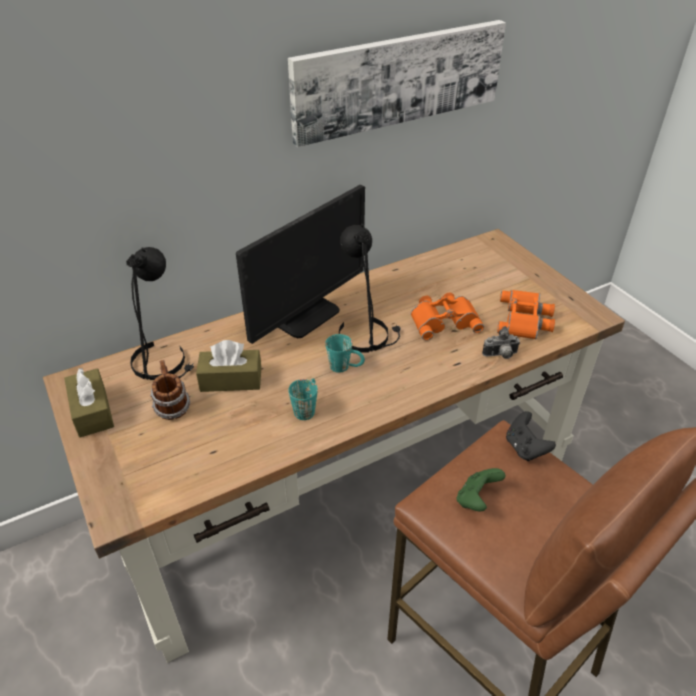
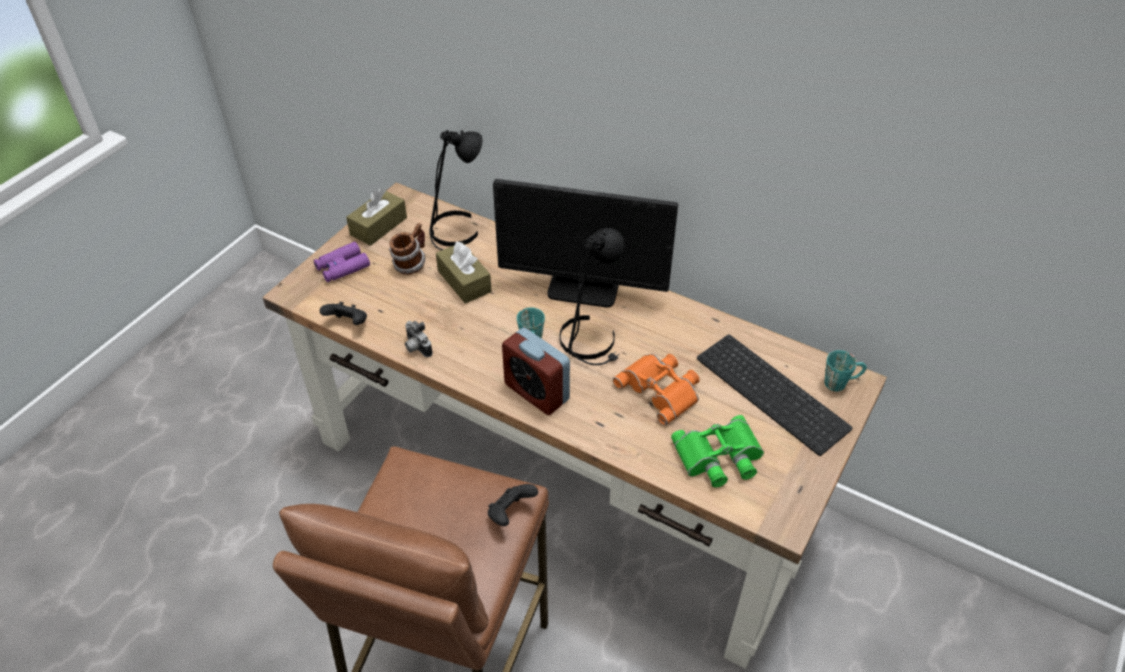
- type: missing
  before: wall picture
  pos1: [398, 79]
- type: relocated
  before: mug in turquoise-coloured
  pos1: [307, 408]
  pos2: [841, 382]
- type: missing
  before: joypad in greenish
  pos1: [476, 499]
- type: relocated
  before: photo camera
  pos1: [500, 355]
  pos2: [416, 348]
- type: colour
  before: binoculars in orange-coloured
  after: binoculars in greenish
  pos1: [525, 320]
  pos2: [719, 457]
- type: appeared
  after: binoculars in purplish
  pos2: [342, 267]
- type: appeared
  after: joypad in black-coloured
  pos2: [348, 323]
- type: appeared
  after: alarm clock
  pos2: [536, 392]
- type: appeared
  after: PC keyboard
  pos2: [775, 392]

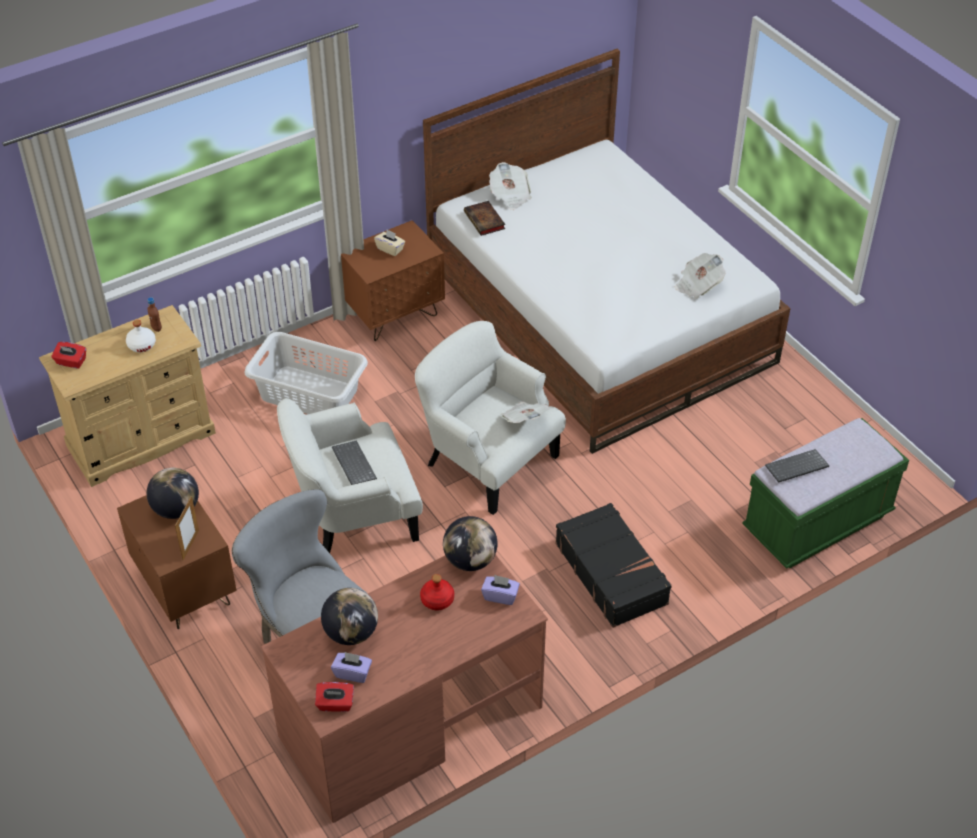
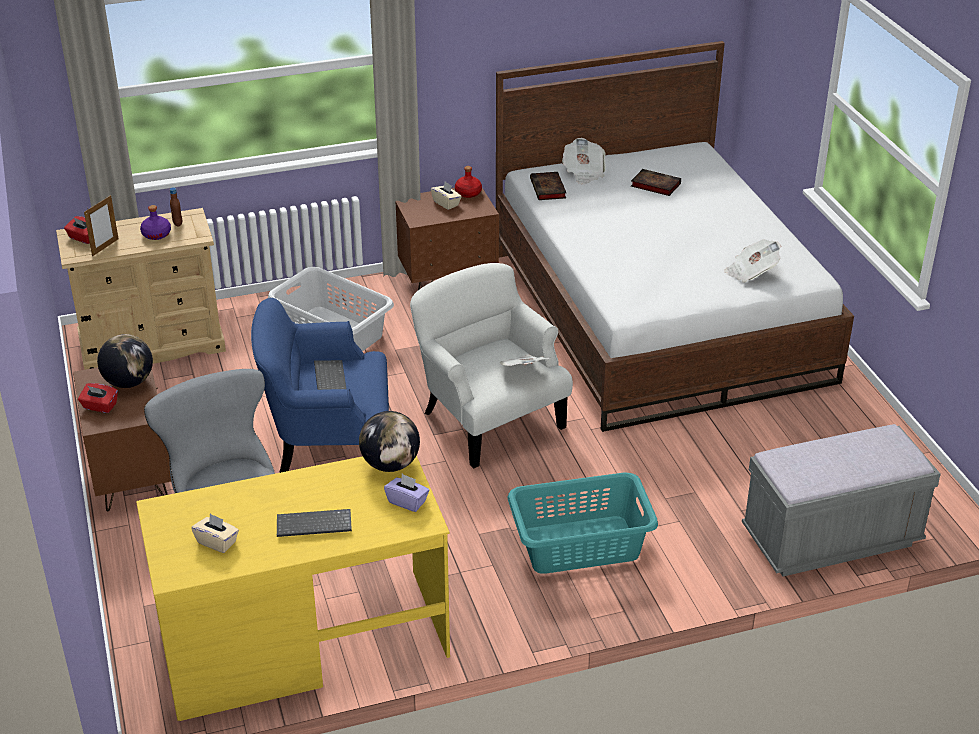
- type: colour
  before: beverage bottle in white-coloured
  after: beverage bottle in purplish
  pos1: [141, 345]
  pos2: [156, 234]
- type: relocated
  before: standing frame
  pos1: [190, 545]
  pos2: [105, 247]
- type: colour
  before: desk in brown-coloured
  after: desk in yellowish
  pos1: [410, 721]
  pos2: [302, 641]
- type: colour
  before: lounge chair in white-coloured
  after: lounge chair in bluish
  pos1: [353, 515]
  pos2: [328, 443]
- type: relocated
  before: box of tissues in red-coloured
  pos1: [335, 704]
  pos2: [99, 406]
- type: missing
  before: world globe
  pos1: [351, 633]
- type: colour
  before: box of tissues in purplish
  after: box of tissues in beige
  pos1: [352, 673]
  pos2: [217, 542]
- type: relocated
  before: beverage bottle in red-coloured
  pos1: [437, 600]
  pos2: [468, 193]
- type: exchanged
  before: travel case in black-coloured
  after: laundry basket in turquoise-coloured
  pos1: [611, 573]
  pos2: [579, 544]
- type: colour
  before: indoor bench in greenish
  after: indoor bench in grey
  pos1: [817, 523]
  pos2: [831, 539]
- type: relocated
  before: PC keyboard
  pos1: [796, 468]
  pos2: [313, 526]
- type: appeared
  after: book
  pos2: [654, 185]

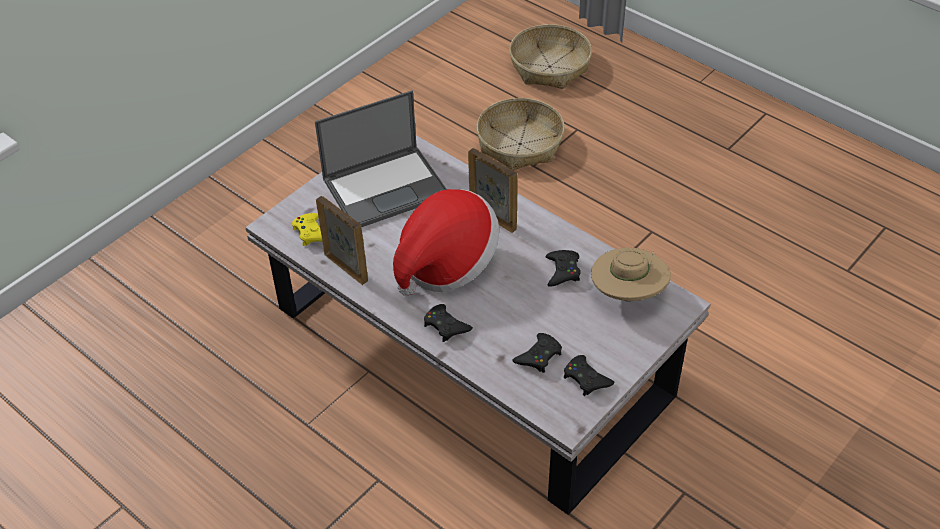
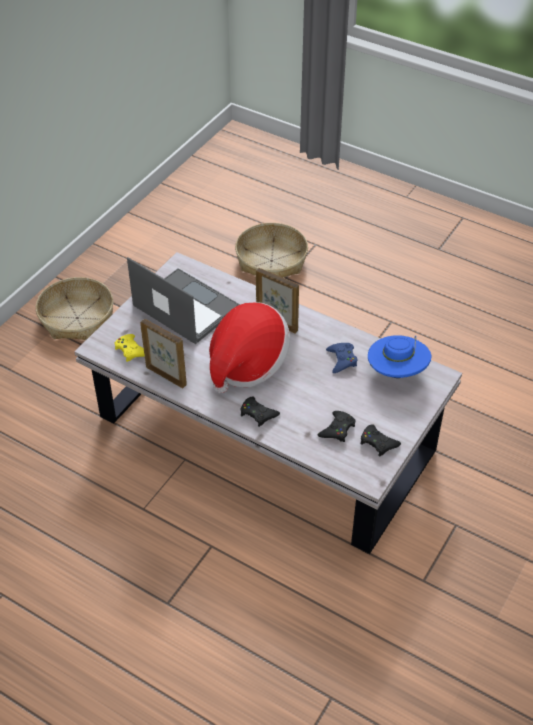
- type: spun
  before: laptop
  pos1: [386, 187]
  pos2: [185, 306]
  turn: -105
- type: relocated
  before: storage basket
  pos1: [550, 67]
  pos2: [77, 318]
- type: colour
  before: joypad in black-coloured
  after: joypad in bluish
  pos1: [562, 271]
  pos2: [342, 360]
- type: colour
  before: wearable hat in beige
  after: wearable hat in bluish
  pos1: [628, 293]
  pos2: [397, 372]

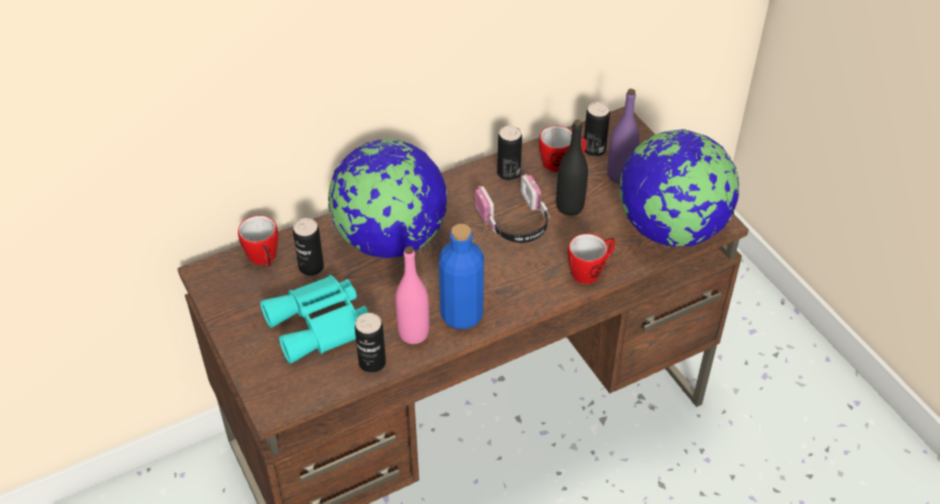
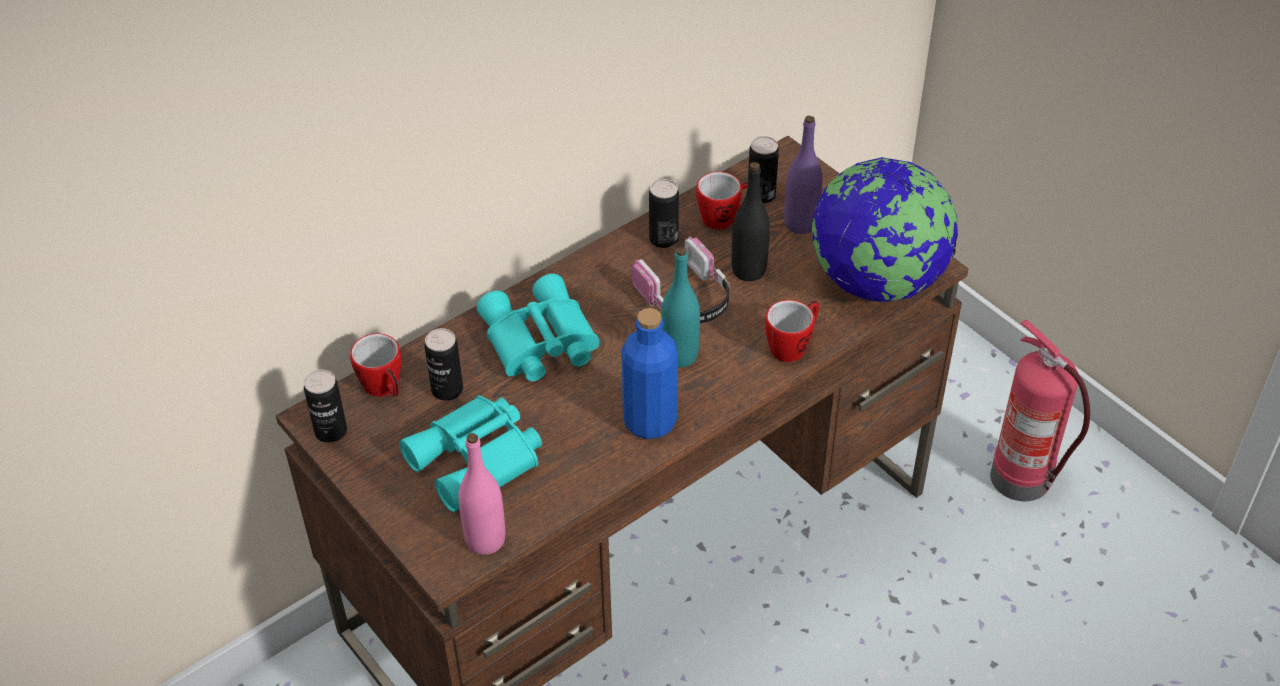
- type: exchanged
  before: world globe
  after: binoculars in turquoise-coloured
  pos1: [390, 240]
  pos2: [538, 342]
- type: relocated
  before: sealed can
  pos1: [372, 363]
  pos2: [331, 431]
- type: relocated
  before: beverage bottle in pink-coloured
  pos1: [413, 333]
  pos2: [485, 540]
- type: appeared
  after: beverage bottle in turquoise-coloured
  pos2: [679, 355]
- type: appeared
  after: fire extinguisher
  pos2: [1023, 479]

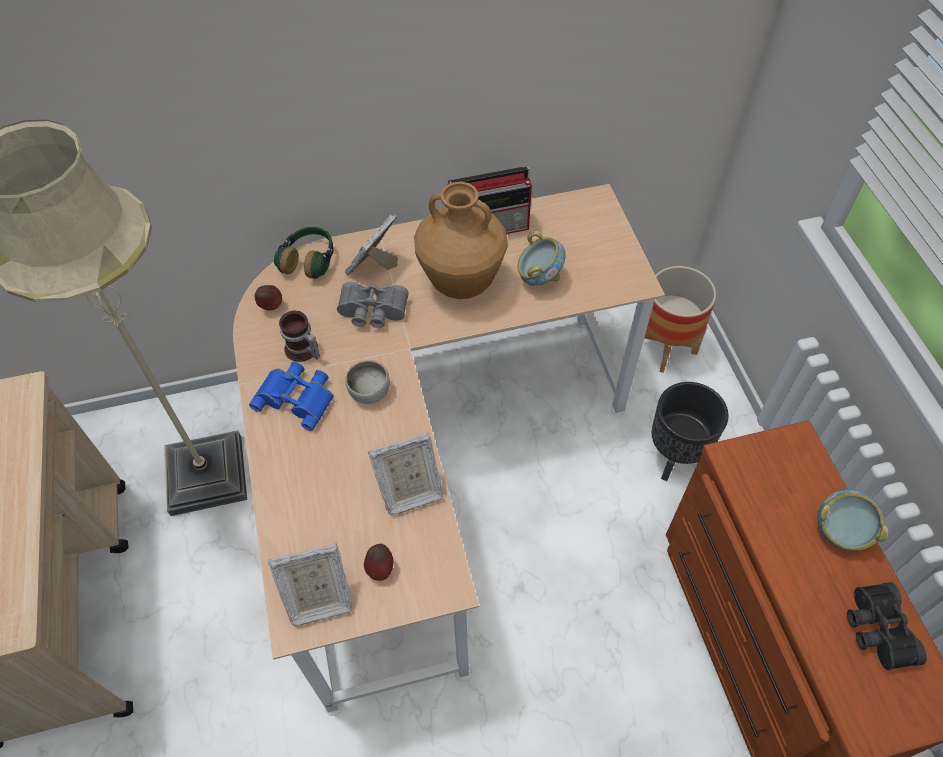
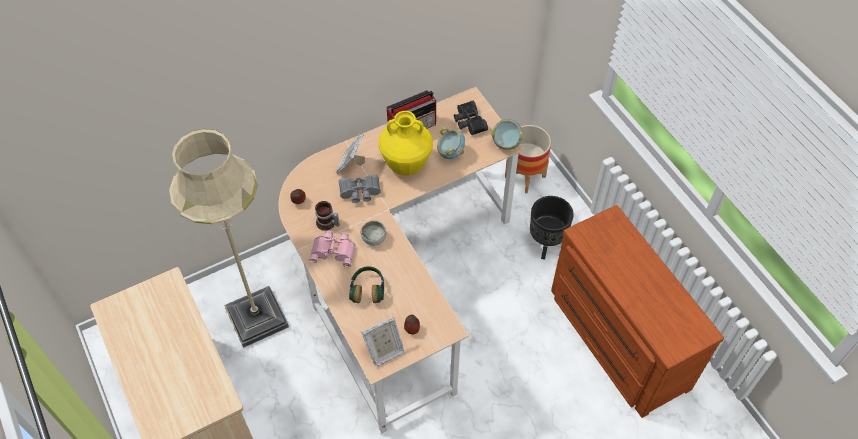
- type: colour
  before: binoculars in bluish
  after: binoculars in pink-coloured
  pos1: [297, 397]
  pos2: [334, 250]
- type: relocated
  before: pair of headphones
  pos1: [309, 260]
  pos2: [368, 289]
- type: missing
  before: standing frame
  pos1: [409, 491]
- type: colour
  before: vase in brown-coloured
  after: vase in yellowish
  pos1: [462, 283]
  pos2: [406, 165]
- type: relocated
  before: deep dish
  pos1: [840, 532]
  pos2: [506, 143]
- type: relocated
  before: binoculars in black-coloured
  pos1: [875, 630]
  pos2: [468, 122]

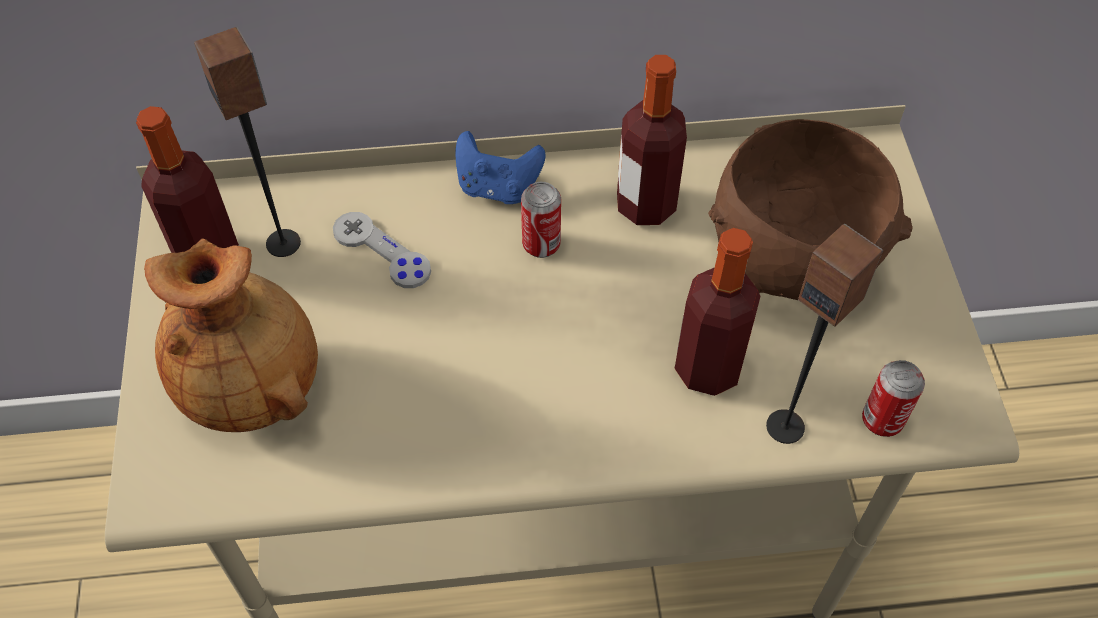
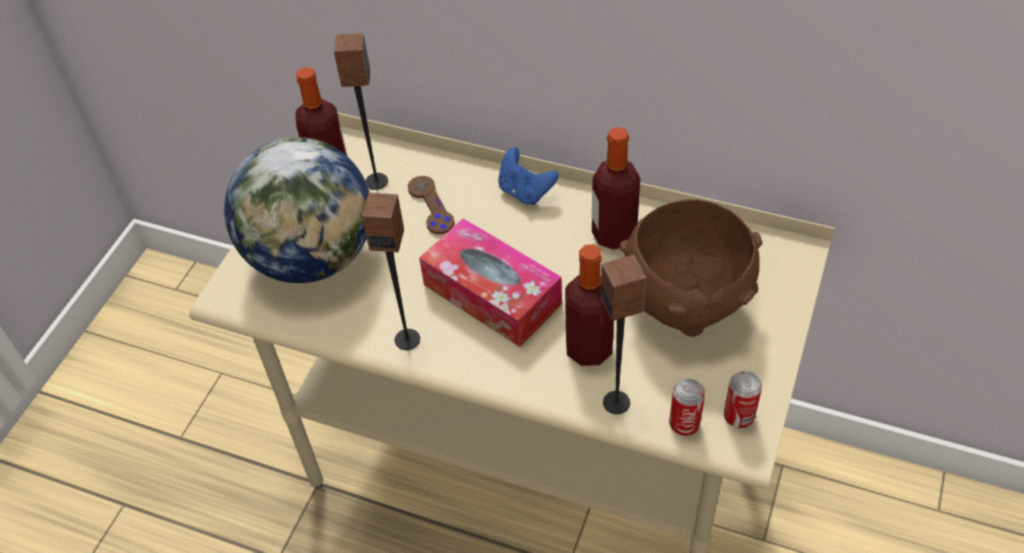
- type: exchanged
  before: vase in brown-coloured
  after: world globe
  pos1: [254, 386]
  pos2: [313, 257]
- type: colour
  before: joypad in grey
  after: joypad in brown-coloured
  pos1: [382, 251]
  pos2: [431, 206]
- type: relocated
  before: sealed can
  pos1: [541, 244]
  pos2: [738, 416]
- type: appeared
  after: loudspeaker
  pos2: [407, 339]
- type: appeared
  after: box of tissues
  pos2: [492, 294]

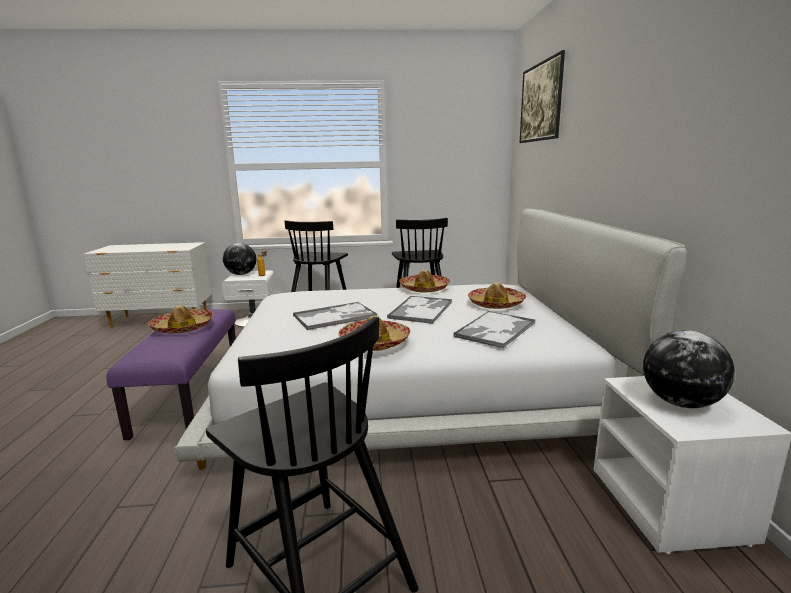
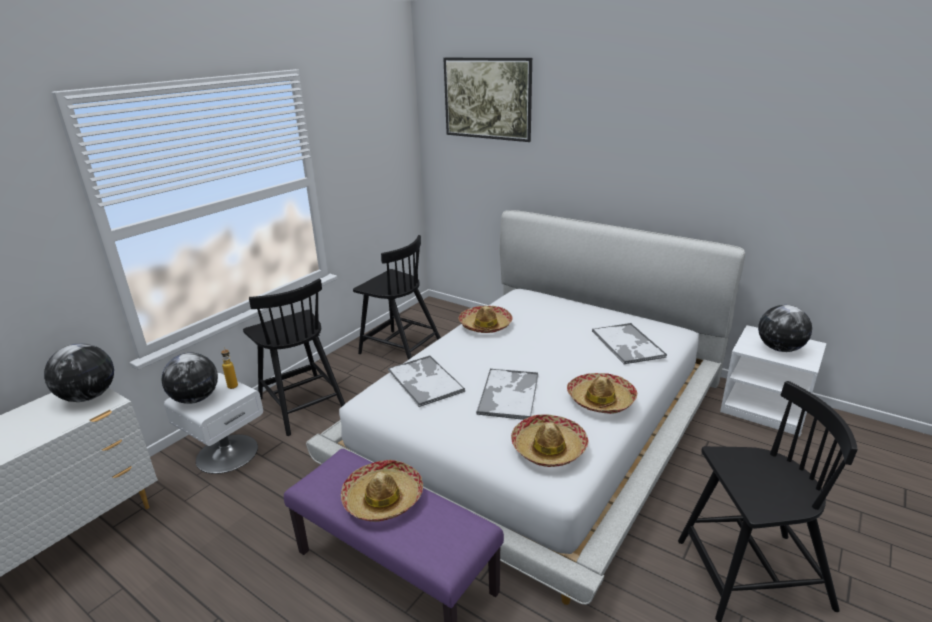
- type: relocated
  before: tray
  pos1: [421, 310]
  pos2: [424, 381]
- type: relocated
  before: wearable hat
  pos1: [496, 304]
  pos2: [549, 448]
- type: appeared
  after: world globe
  pos2: [88, 397]

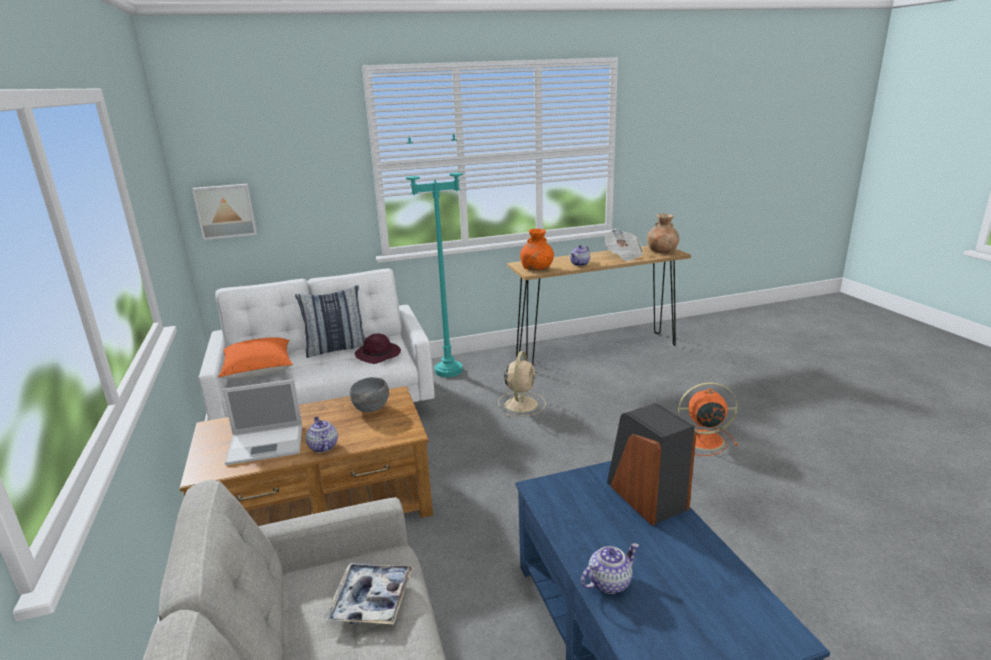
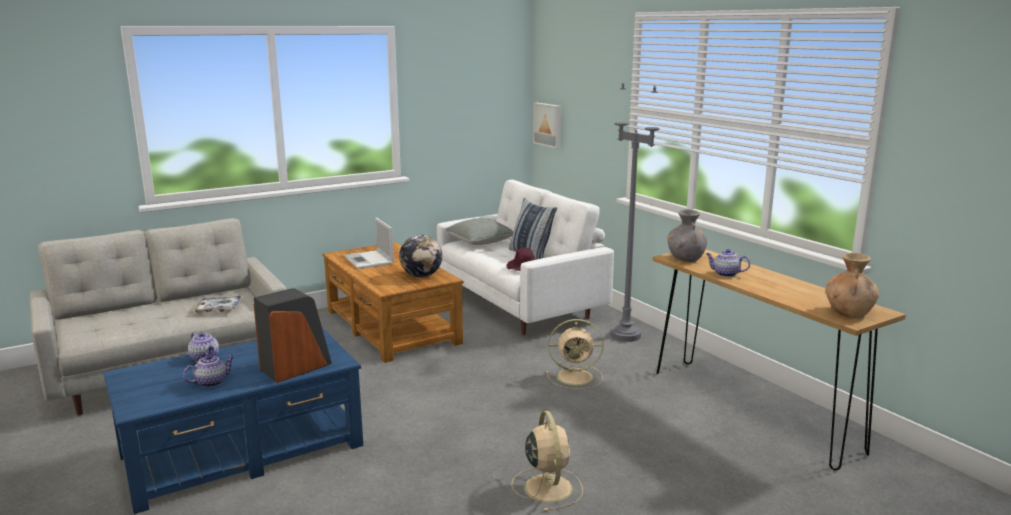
- type: colour
  before: pillow in orange-coloured
  after: pillow in grey
  pos1: [258, 371]
  pos2: [480, 242]
- type: relocated
  before: pot for tea
  pos1: [323, 446]
  pos2: [212, 382]
- type: exchanged
  before: deep dish in grey
  after: world globe
  pos1: [372, 409]
  pos2: [421, 276]
- type: colour
  before: standard lamp in turquoise-coloured
  after: standard lamp in grey
  pos1: [449, 370]
  pos2: [626, 335]
- type: colour
  before: vase in orange-coloured
  after: vase in grey
  pos1: [537, 269]
  pos2: [686, 258]
- type: missing
  before: newspaper
  pos1: [623, 256]
- type: colour
  before: electric fan in orange-coloured
  after: electric fan in beige
  pos1: [702, 440]
  pos2: [547, 486]

